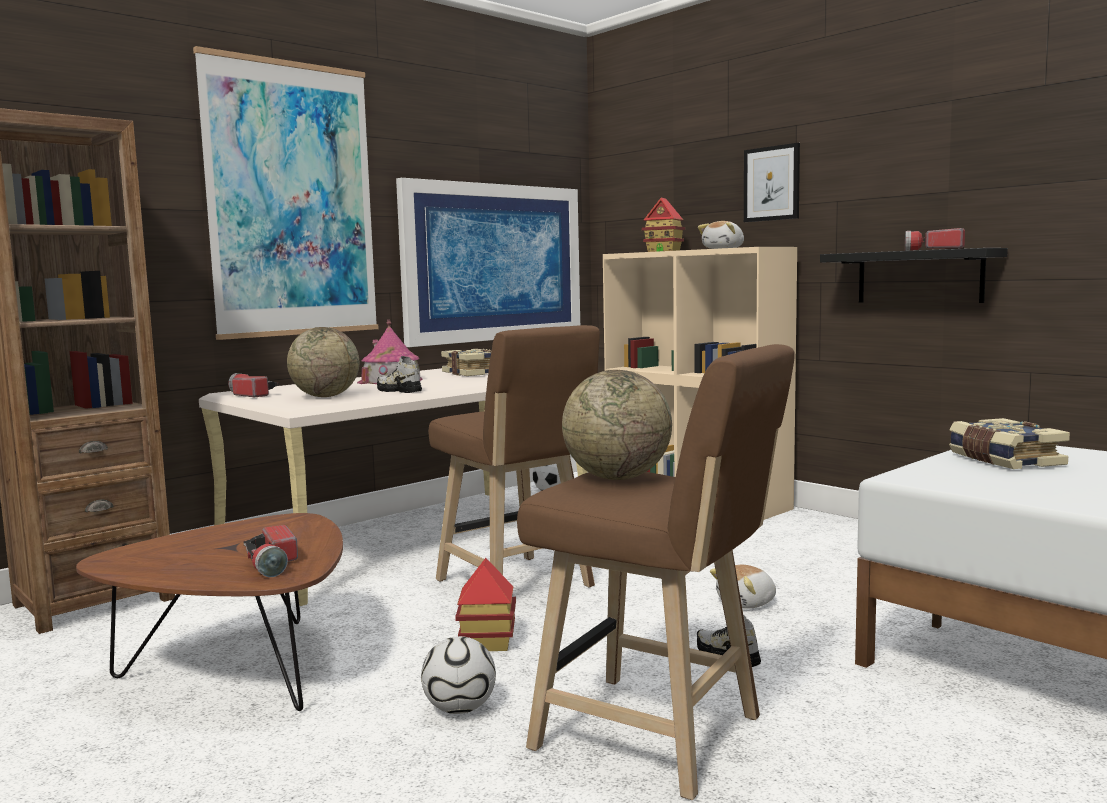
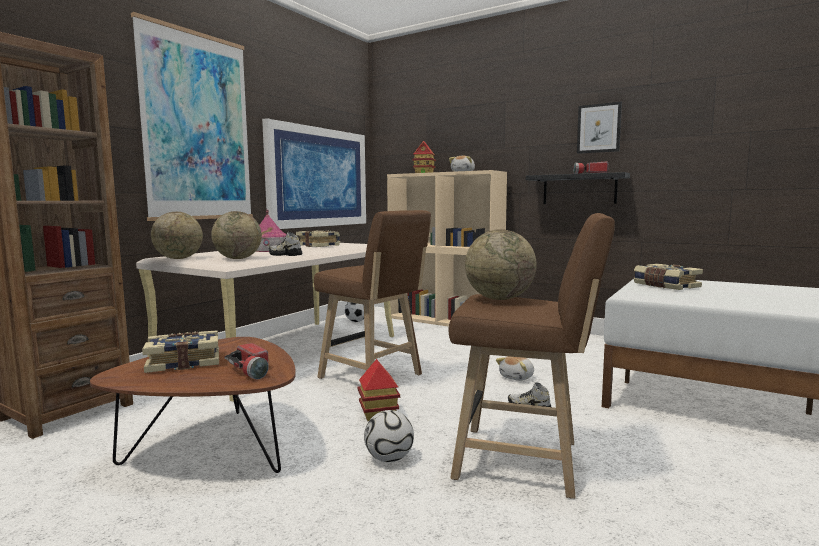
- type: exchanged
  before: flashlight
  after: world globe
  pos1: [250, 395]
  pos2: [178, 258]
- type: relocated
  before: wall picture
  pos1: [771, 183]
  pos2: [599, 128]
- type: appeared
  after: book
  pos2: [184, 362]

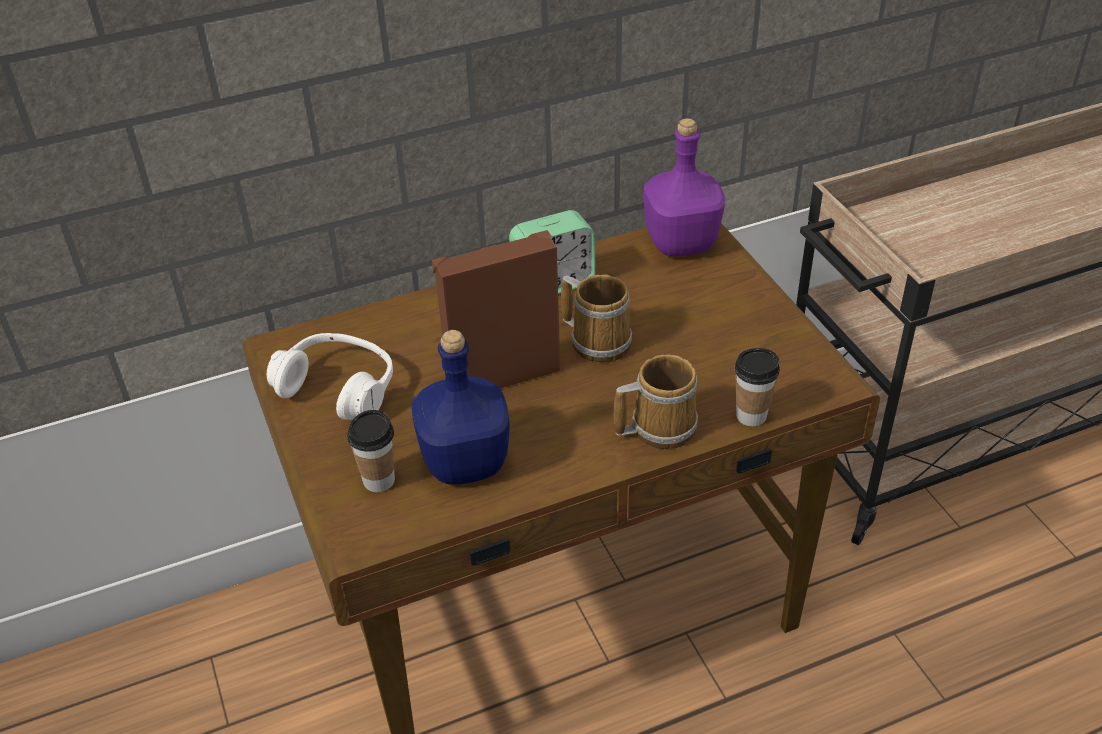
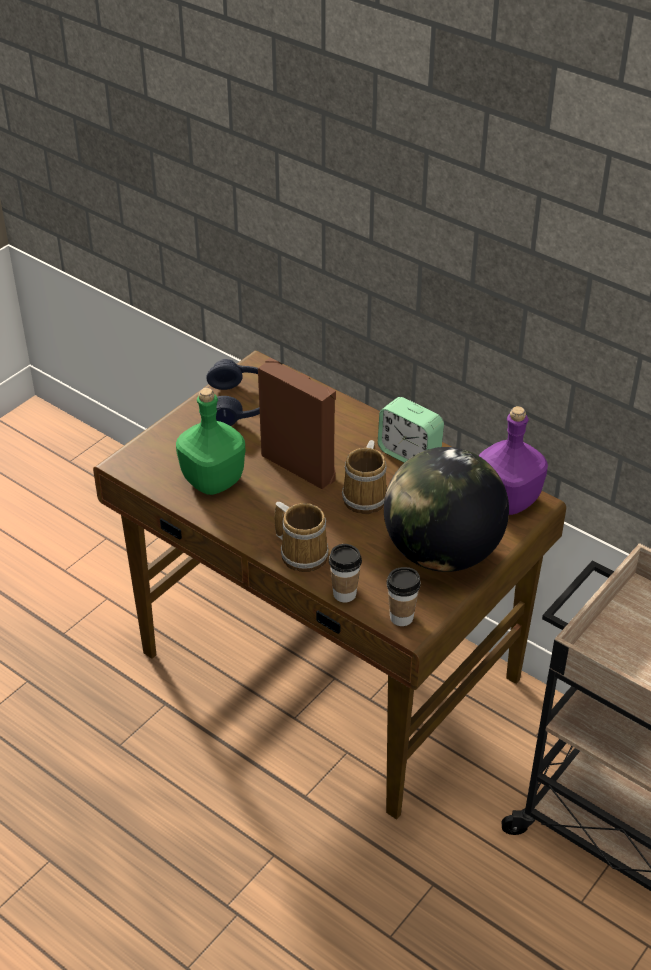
- type: colour
  before: pair of headphones in white-coloured
  after: pair of headphones in bluish
  pos1: [338, 388]
  pos2: [239, 404]
- type: relocated
  before: small cup
  pos1: [379, 480]
  pos2: [401, 617]
- type: colour
  before: beverage bottle in bluish
  after: beverage bottle in greenish
  pos1: [463, 463]
  pos2: [212, 480]
- type: appeared
  after: world globe
  pos2: [442, 553]

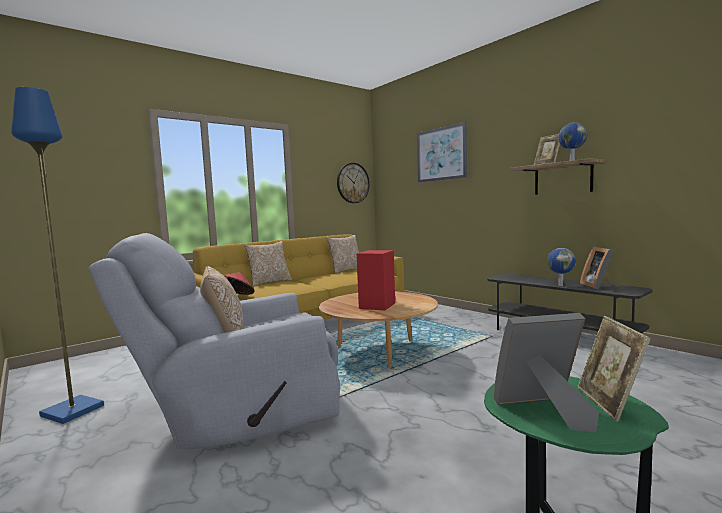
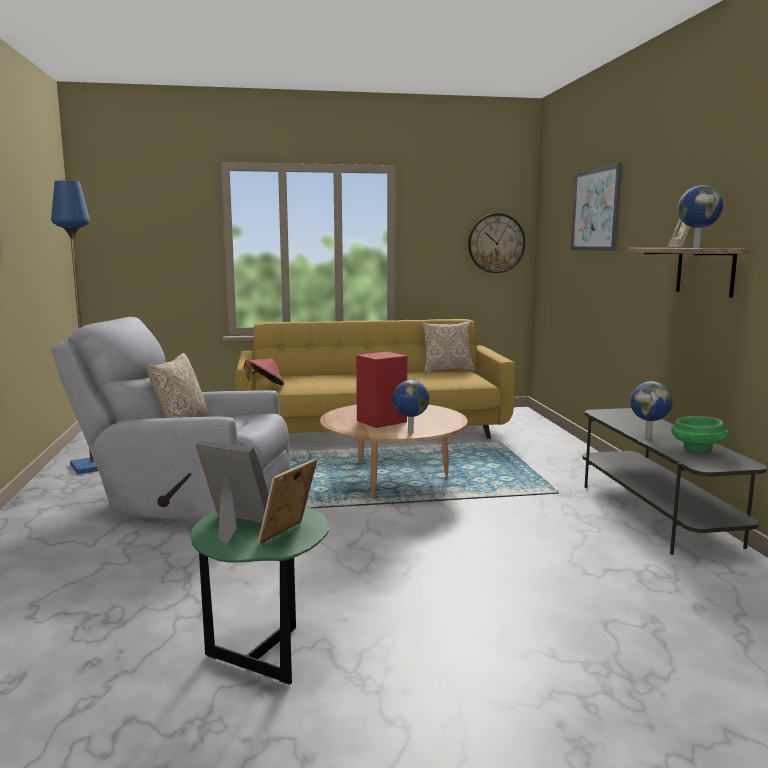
- type: missing
  before: pillow
  pos1: [269, 282]
- type: exchanged
  before: standing frame
  after: deep dish in greenish
  pos1: [598, 286]
  pos2: [698, 449]
- type: appeared
  after: world globe
  pos2: [409, 432]

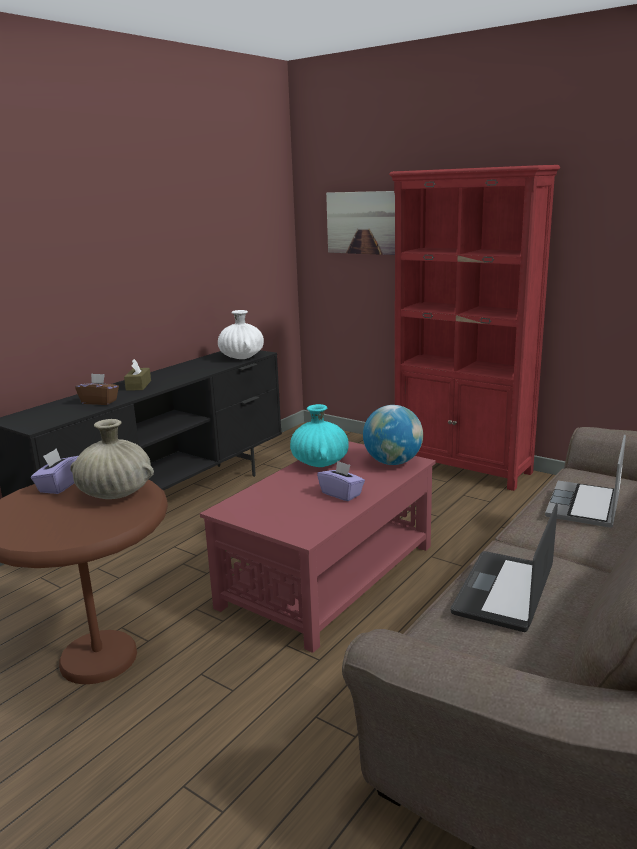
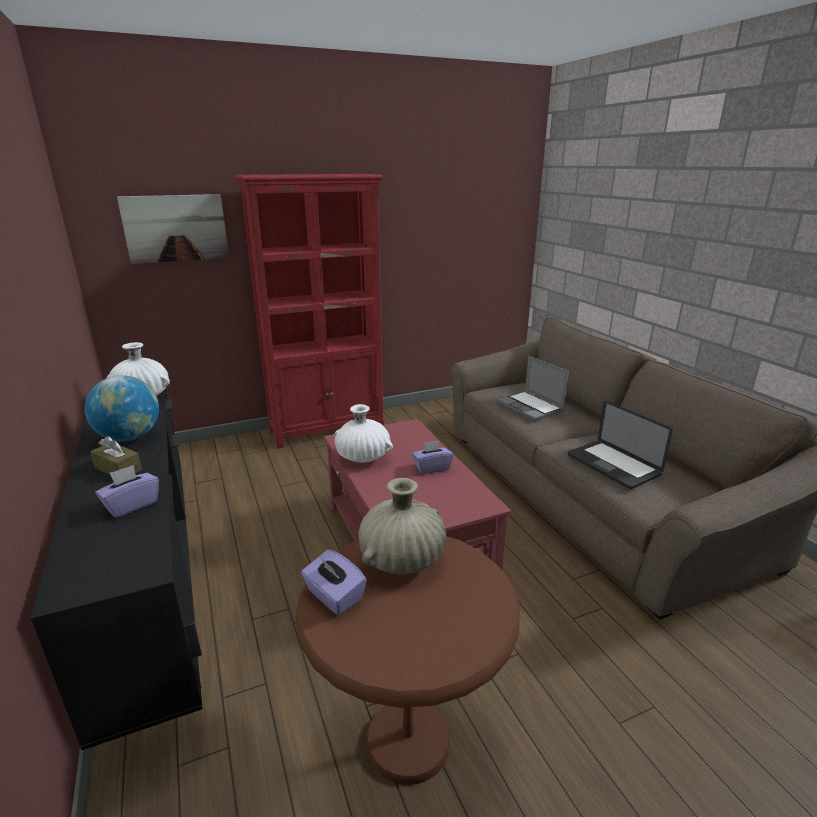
- type: colour
  before: box of tissues in brown-coloured
  after: box of tissues in purplish
  pos1: [99, 402]
  pos2: [131, 505]
- type: colour
  before: vase in turquoise-coloured
  after: vase in white-coloured
  pos1: [319, 463]
  pos2: [363, 458]
- type: relocated
  before: world globe
  pos1: [392, 462]
  pos2: [129, 437]

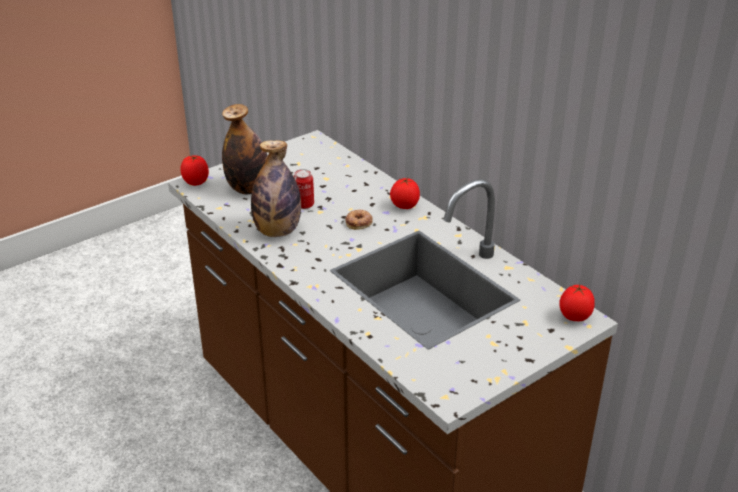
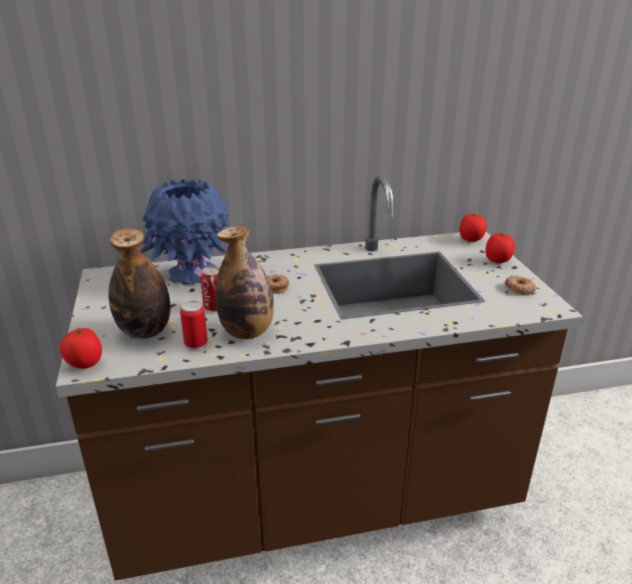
- type: relocated
  before: fresh tomato
  pos1: [404, 206]
  pos2: [498, 261]
- type: appeared
  after: vase in bluish
  pos2: [193, 274]
- type: appeared
  after: sealed can
  pos2: [196, 344]
- type: appeared
  after: donut
  pos2: [519, 289]

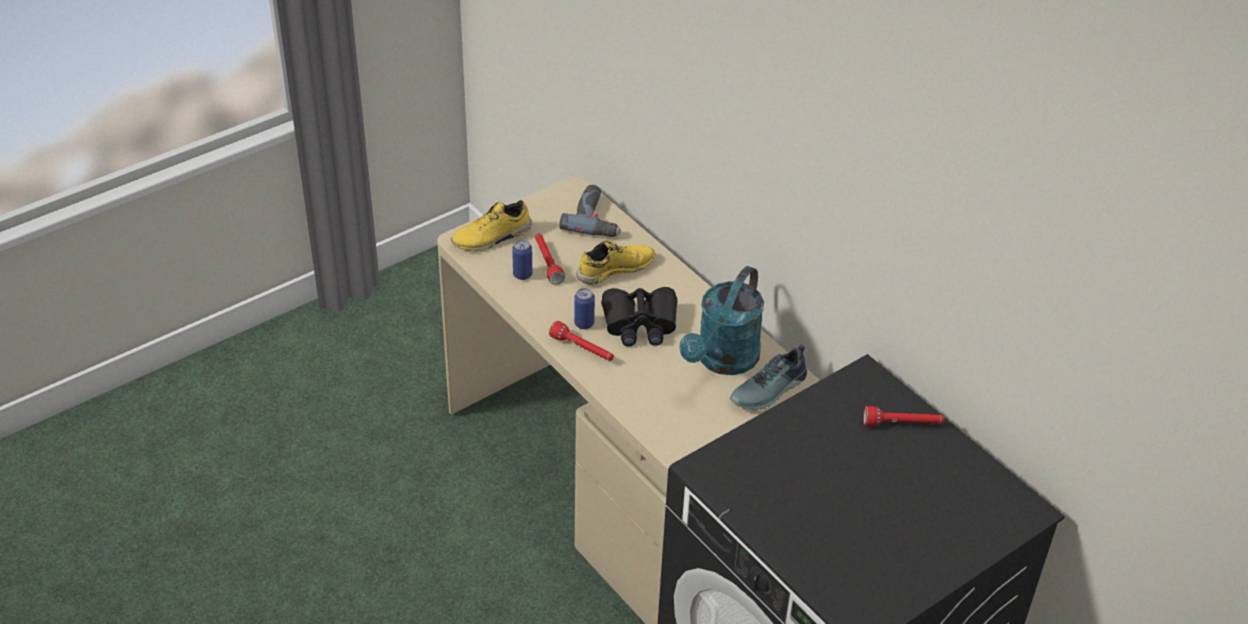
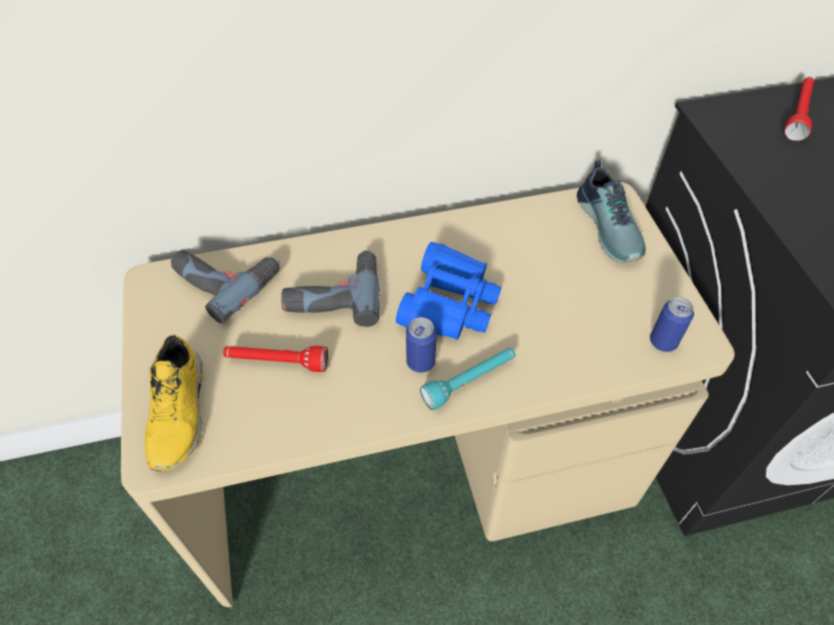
- type: relocated
  before: sealed can
  pos1: [522, 274]
  pos2: [663, 342]
- type: colour
  before: flashlight in red-coloured
  after: flashlight in turquoise-coloured
  pos1: [582, 349]
  pos2: [469, 381]
- type: exchanged
  before: low shoe in yellowish
  after: power drill
  pos1: [614, 269]
  pos2: [333, 293]
- type: colour
  before: binoculars in black-coloured
  after: binoculars in bluish
  pos1: [640, 324]
  pos2: [449, 303]
- type: missing
  before: watering can in turquoise-coloured
  pos1: [723, 361]

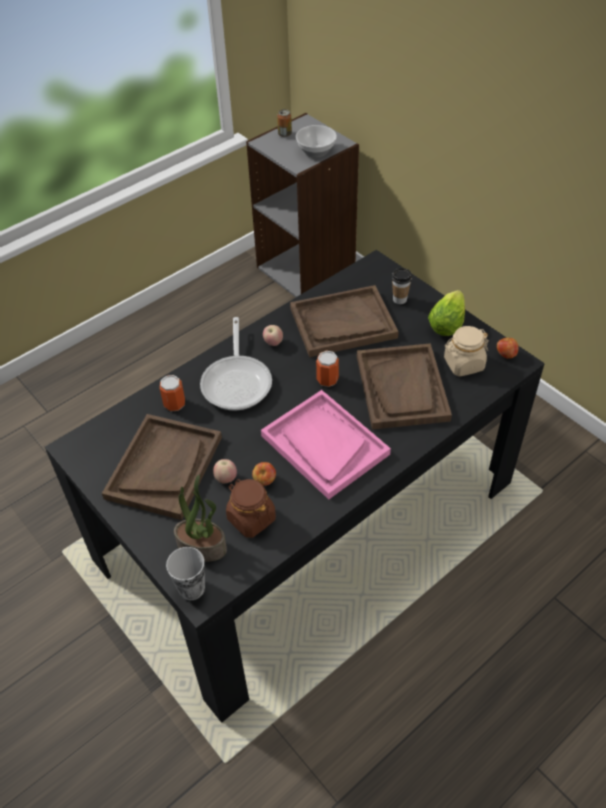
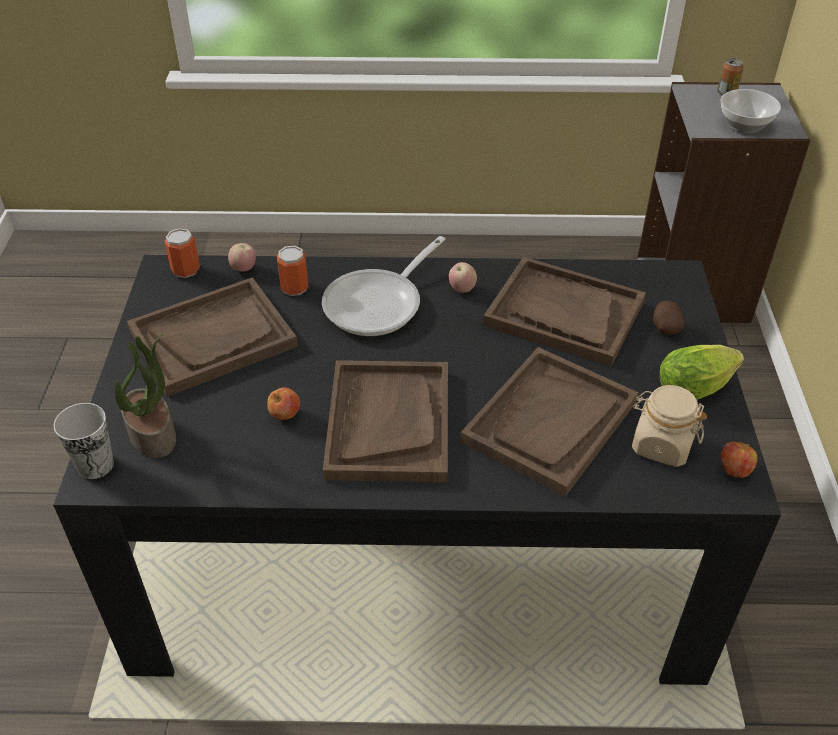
- type: relocated
  before: apple fruit
  pos1: [226, 478]
  pos2: [244, 269]
- type: missing
  before: jar in brown-coloured
  pos1: [251, 518]
- type: colour
  before: tray in pink-coloured
  after: tray in brown-coloured
  pos1: [324, 445]
  pos2: [388, 422]
- type: relocated
  before: sealed can
  pos1: [327, 380]
  pos2: [186, 270]
- type: exchanged
  before: small cup
  after: spud
  pos1: [399, 299]
  pos2: [665, 327]

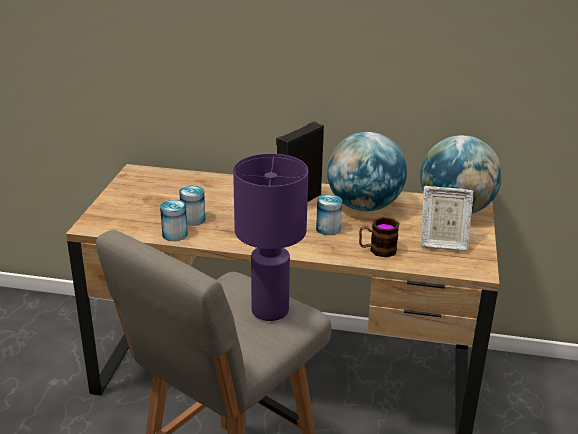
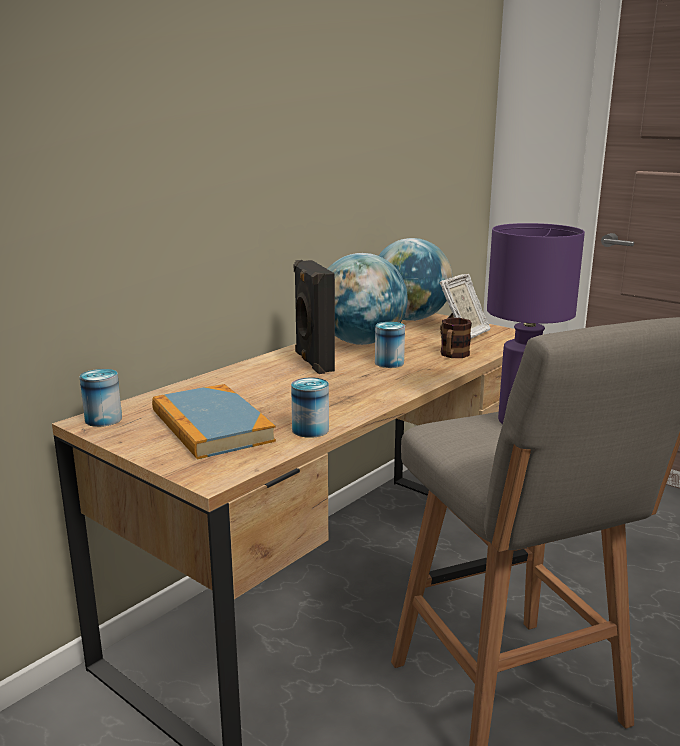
- type: relocated
  before: sealed can
  pos1: [193, 219]
  pos2: [103, 419]
- type: appeared
  after: book
  pos2: [211, 426]

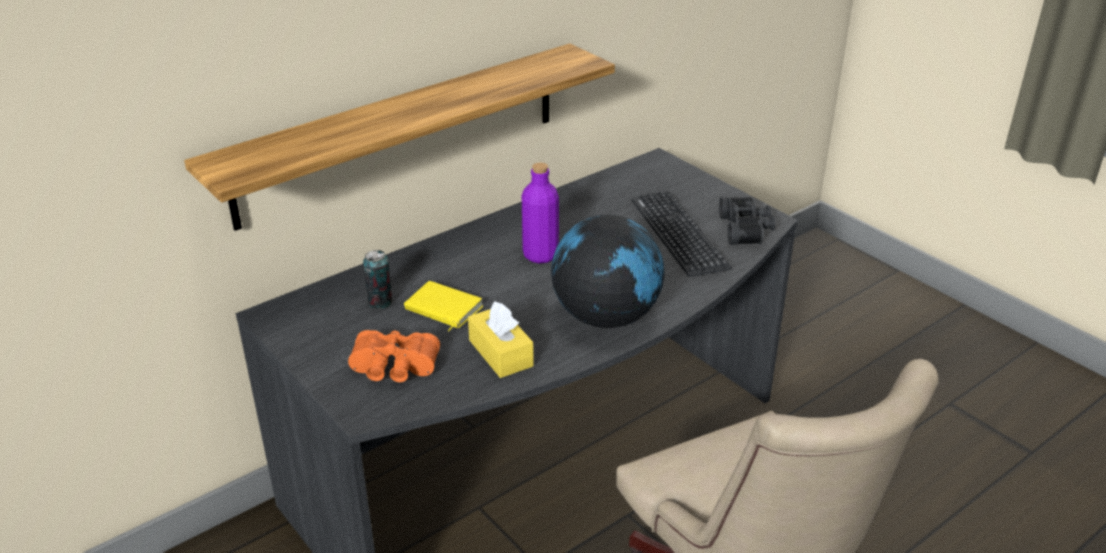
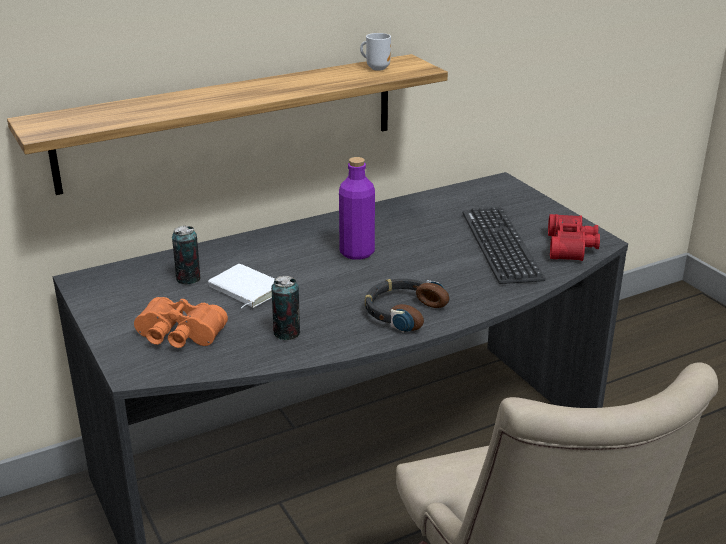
- type: colour
  before: book in yellowish
  after: book in white-coloured
  pos1: [442, 309]
  pos2: [244, 290]
- type: exchanged
  before: box of tissues in yellowish
  after: sealed can
  pos1: [500, 353]
  pos2: [286, 333]
- type: exchanged
  before: world globe
  after: pair of headphones
  pos1: [606, 317]
  pos2: [402, 311]
- type: colour
  before: binoculars in black-coloured
  after: binoculars in red-coloured
  pos1: [747, 229]
  pos2: [572, 247]
- type: appeared
  after: mug
  pos2: [376, 68]

